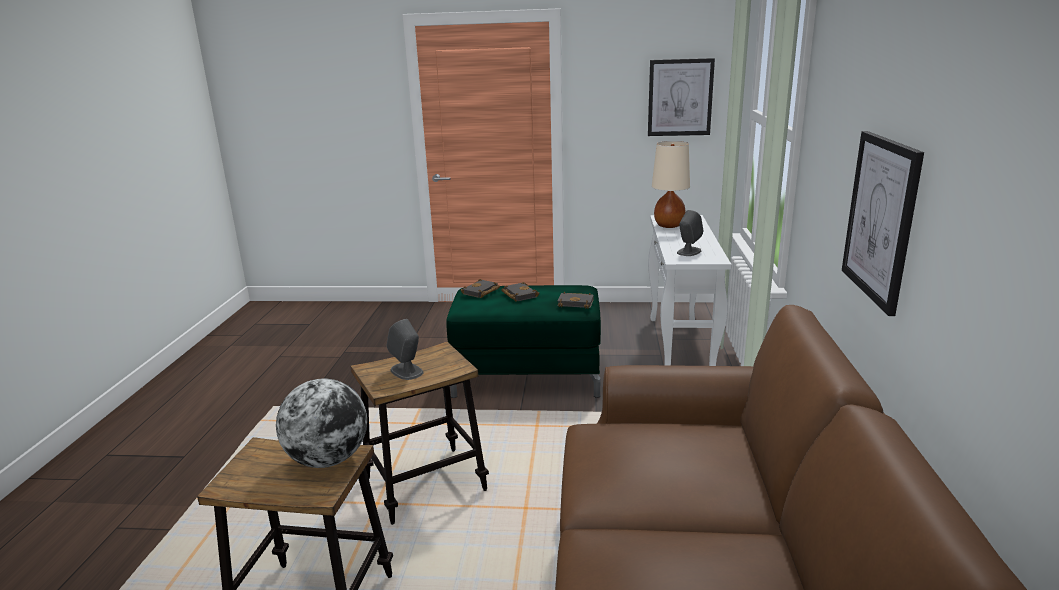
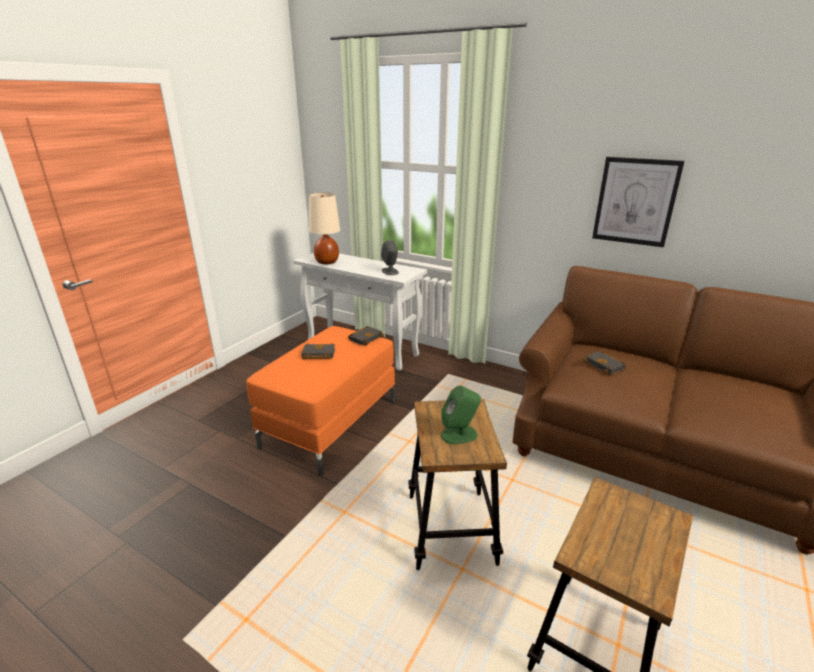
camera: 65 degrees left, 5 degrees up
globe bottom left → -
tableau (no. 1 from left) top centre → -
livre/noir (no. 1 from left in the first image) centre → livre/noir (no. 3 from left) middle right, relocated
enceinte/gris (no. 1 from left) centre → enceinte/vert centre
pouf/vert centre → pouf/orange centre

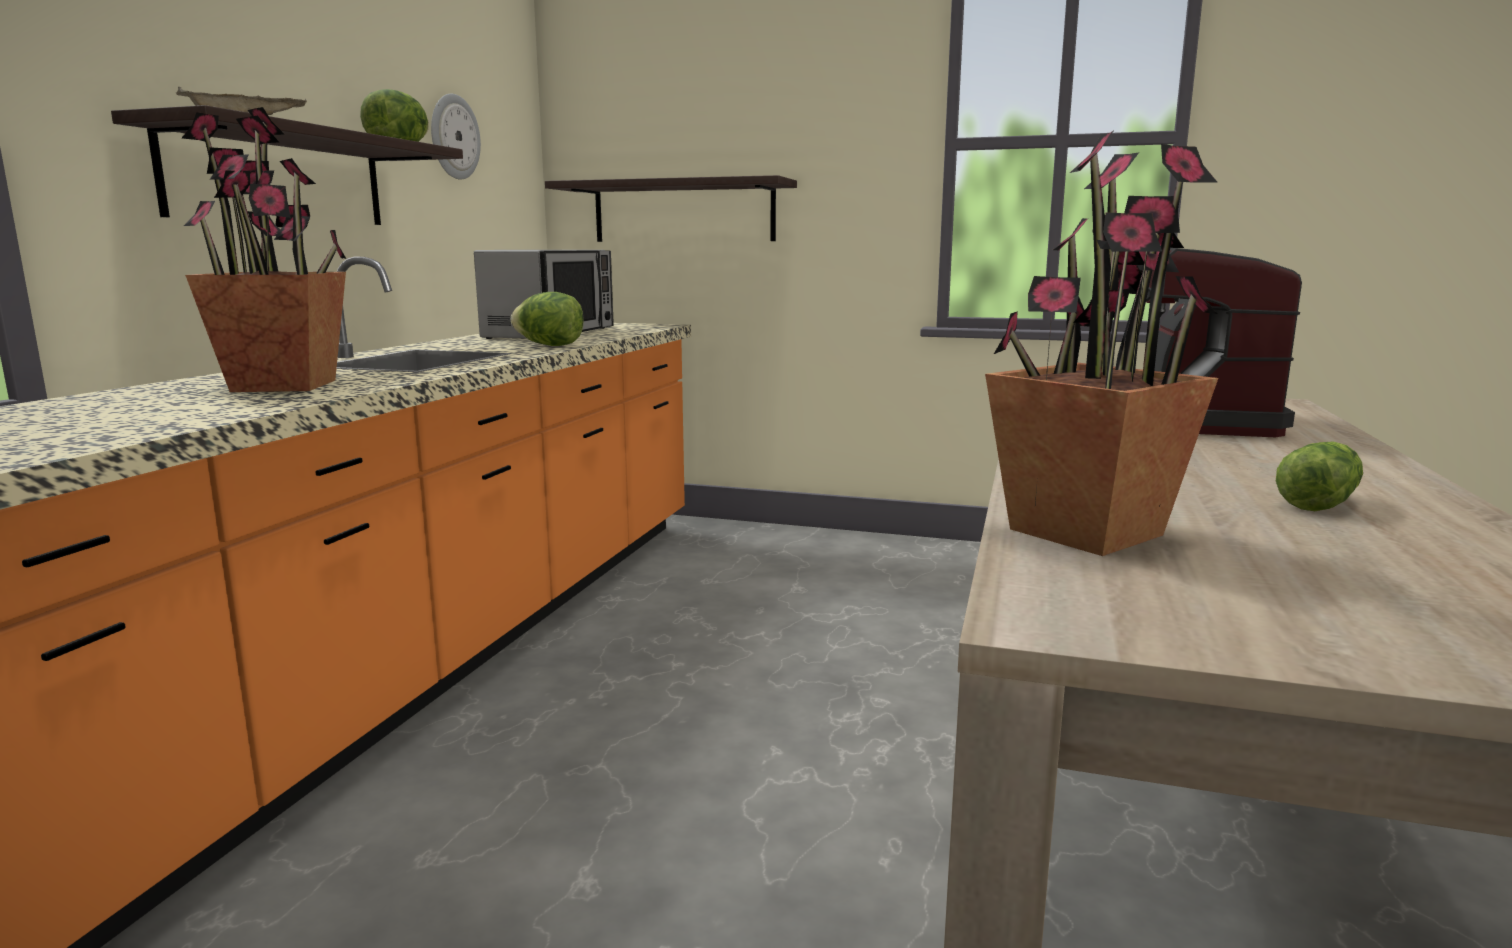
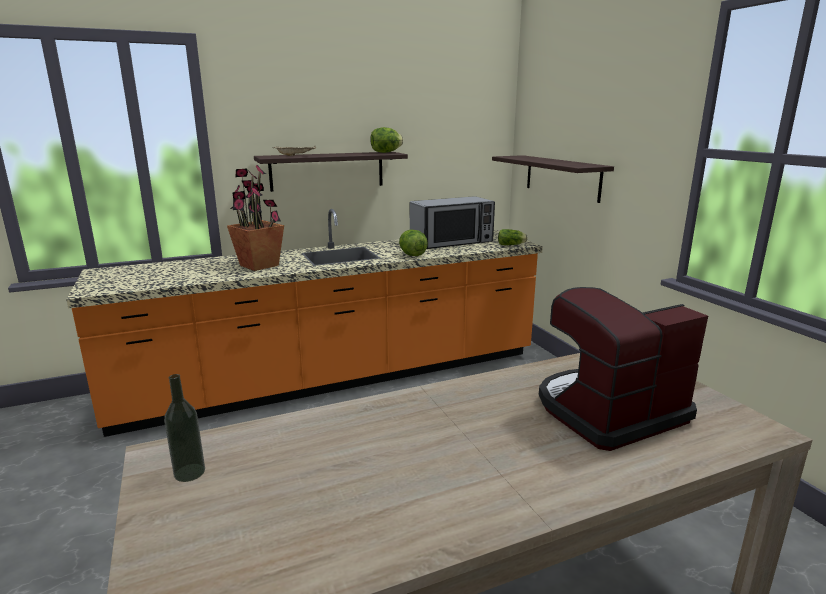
camera: 50 degrees right, 5 degrees up
horloge murale top left → -
plante en pot (no. 2 from left) middle right → -
- → bouteille bottom left
laitue (no. 3 from left) middle right → laitue (no. 3 from left) centre, relocated

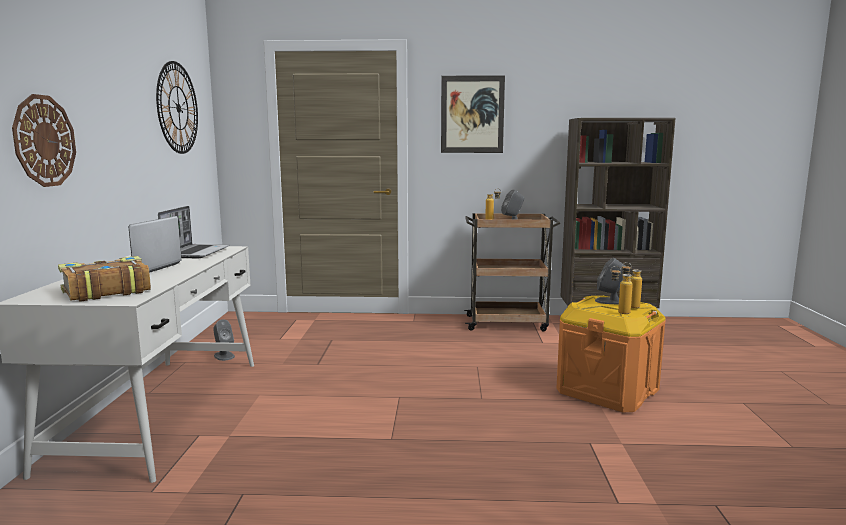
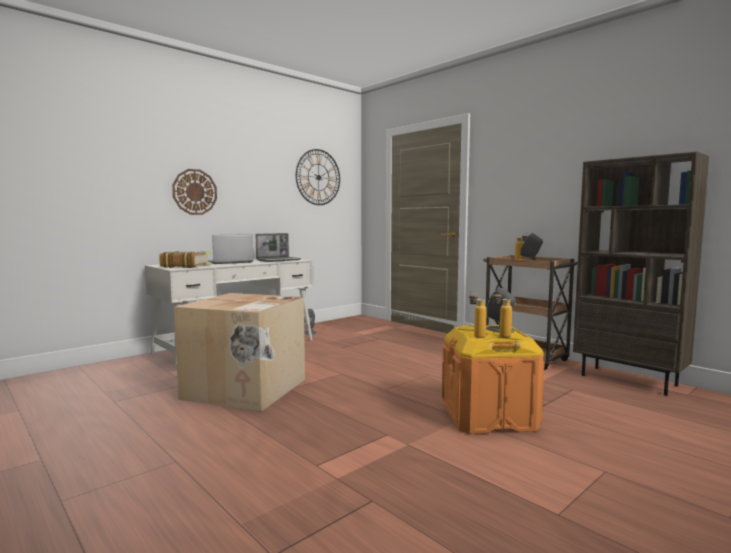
camera: 45 degrees right, 5 degrees down
tableau top centre → -
- → carton middle left

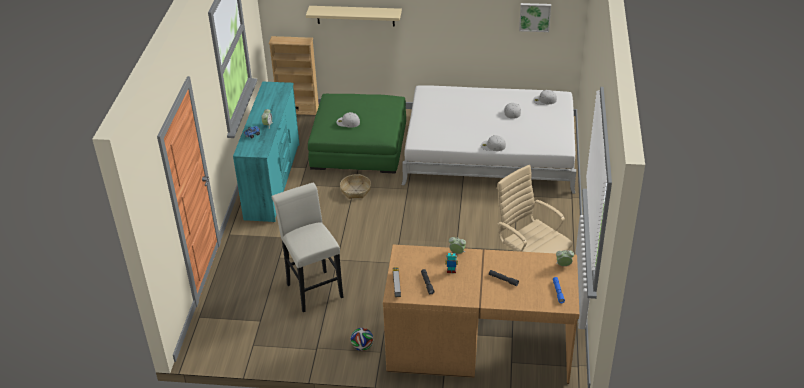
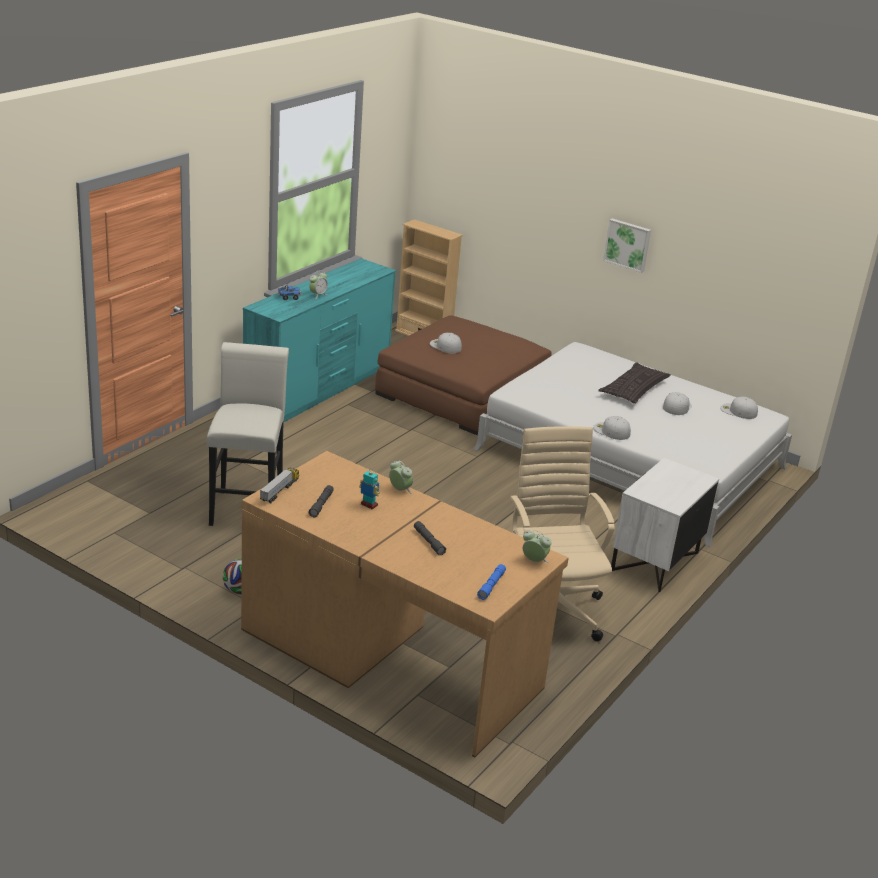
camera: 25 degrees right, 10 degrees down
étagère/beige top centre → -
panier centre → -
- → coussin middle right
- → table de chevet/blanc middle right
tableau top centre → tableau top right, relocated
pouf/vert centre → pouf/marron centre

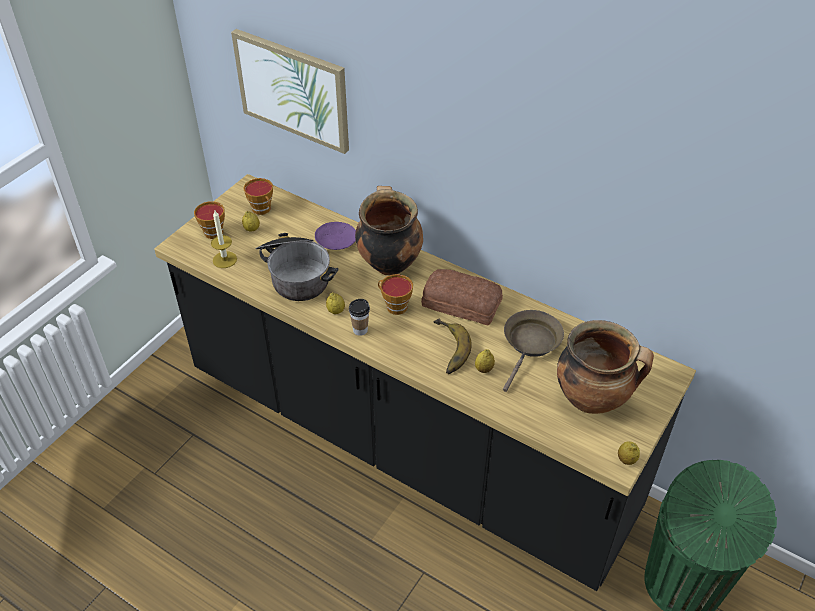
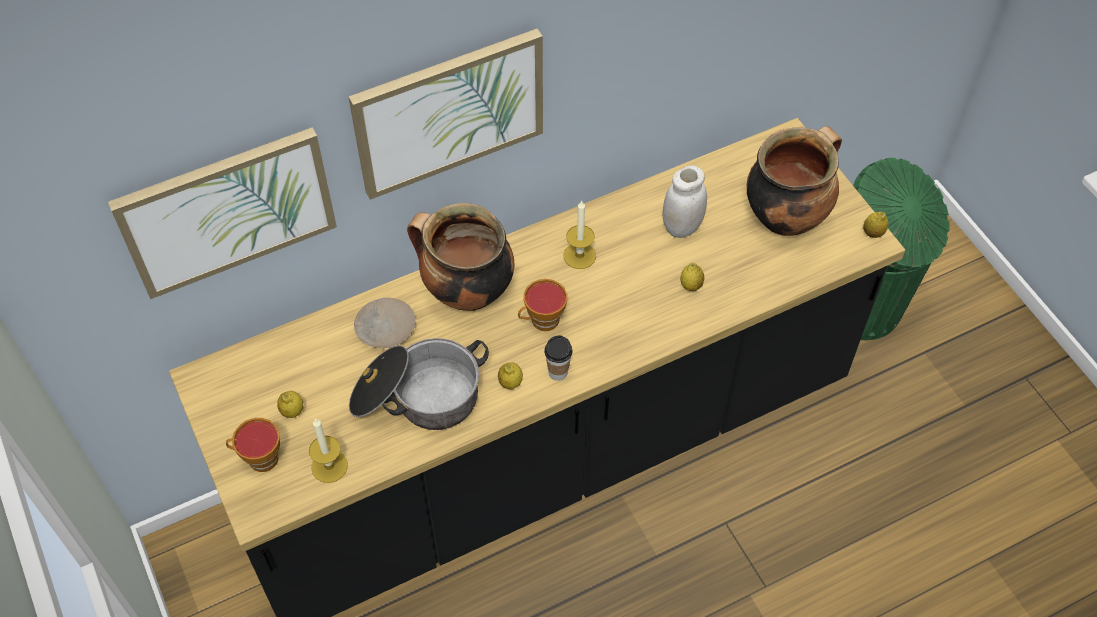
camera: 60 degrees left, 10 degrees up
tasse (no. 2 from left) top left → -
banane centre → -
- → tableau (no. 2 from left) top centre
pain centre → bougie (no. 2 from left) centre
poêle/marron centre → bocal/blanc top centre
assiette/violet centre → assiette/beige centre

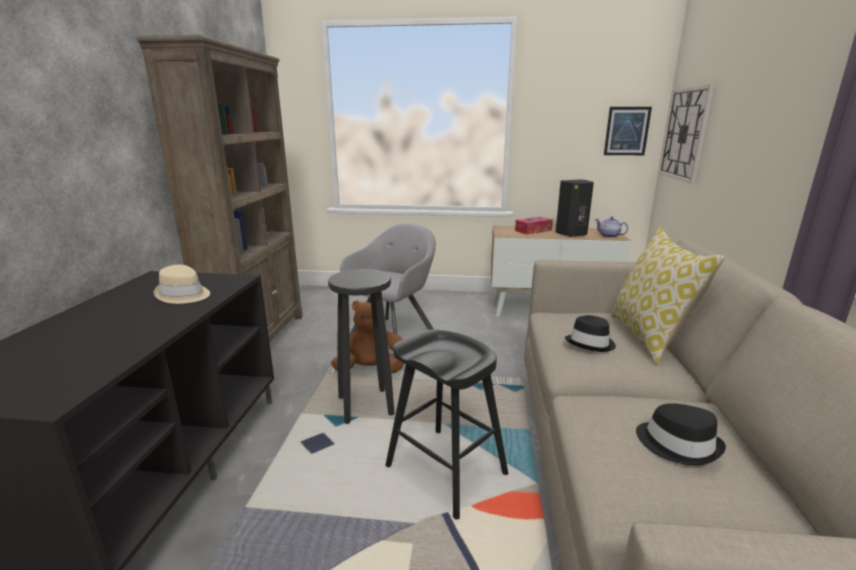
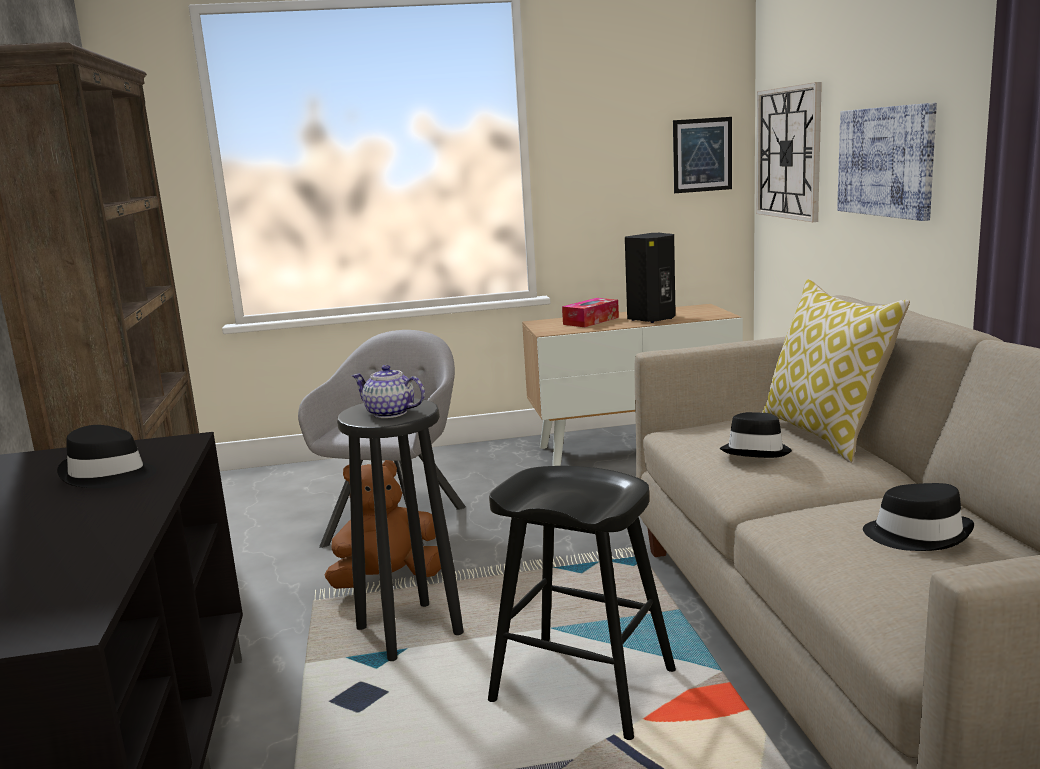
camera: 15 degrees left, 5 degrees down
- → tableau (no. 2 from left) top right
théière middle right → théière centre, relocated
chapeau/beige middle left → chapeau/noir (no. 1 from left) middle left

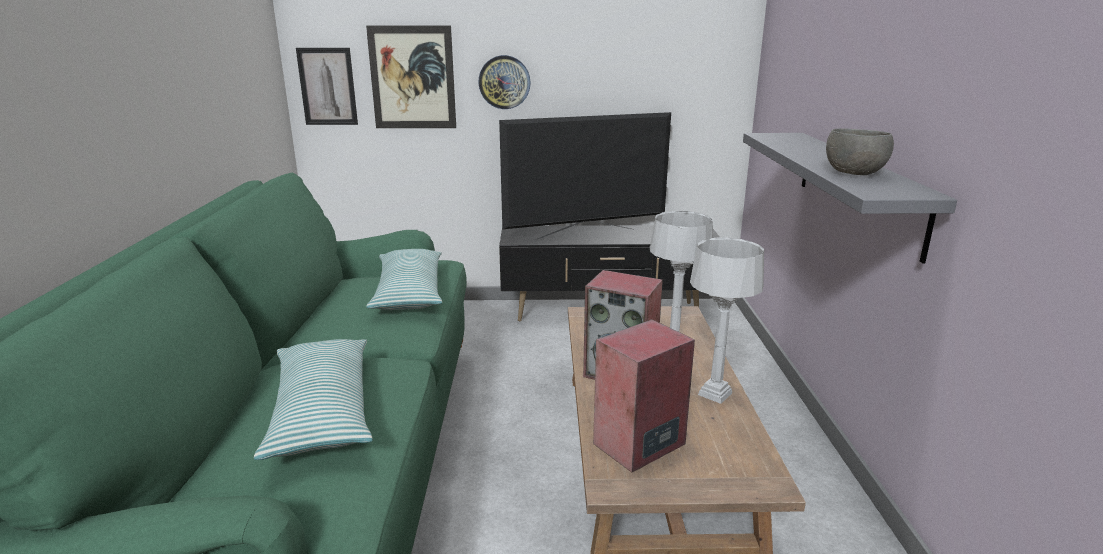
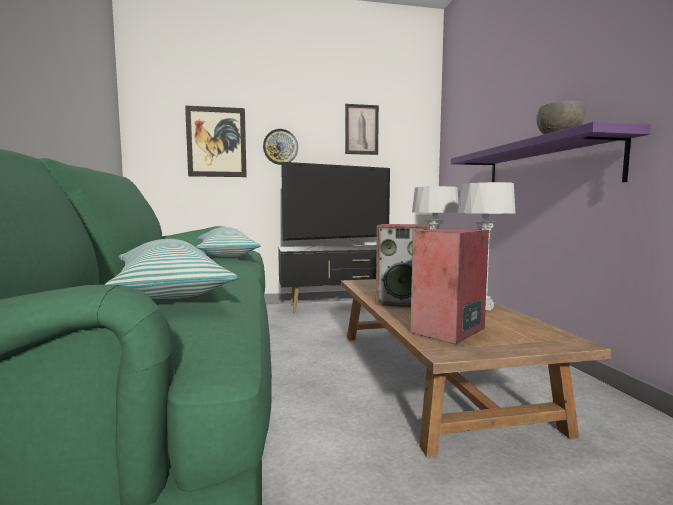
camera: 10 degrees left, 15 degrees down
tableau (no. 1 from left in the first image) top left → tableau (no. 2 from left) top centre, relocated
étagère/gris middle right → étagère/violet top right

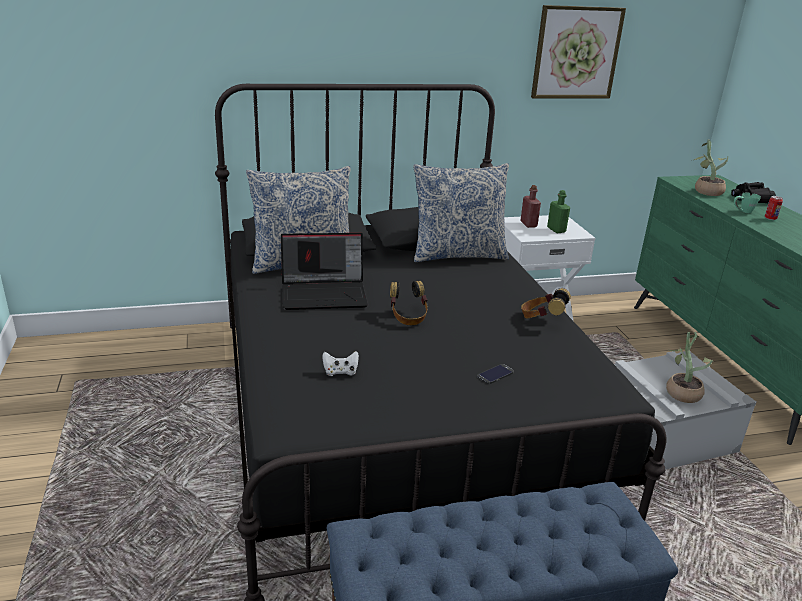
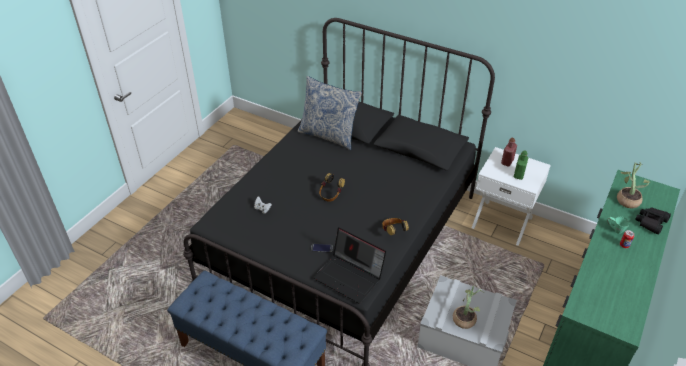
camera: 45 degrees right, 15 degrees up
coussin (no. 2 from left) centre → -
tableau top right → -
ordinateur portable centre → ordinateur portable bottom centre, relocated

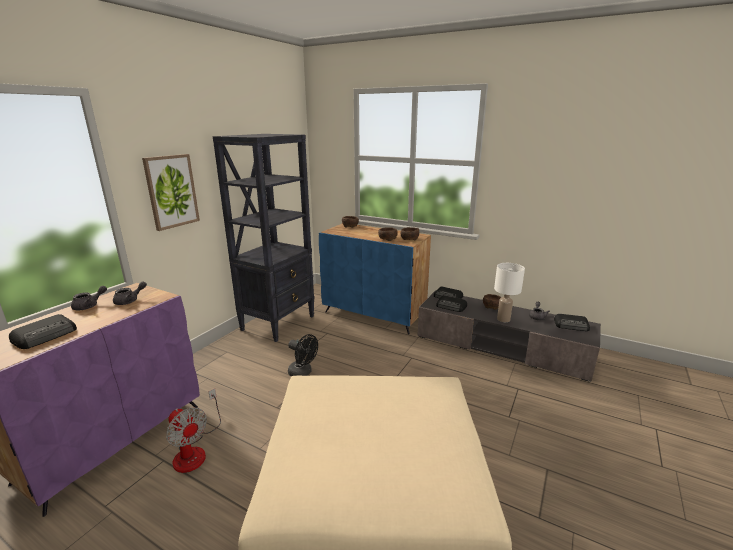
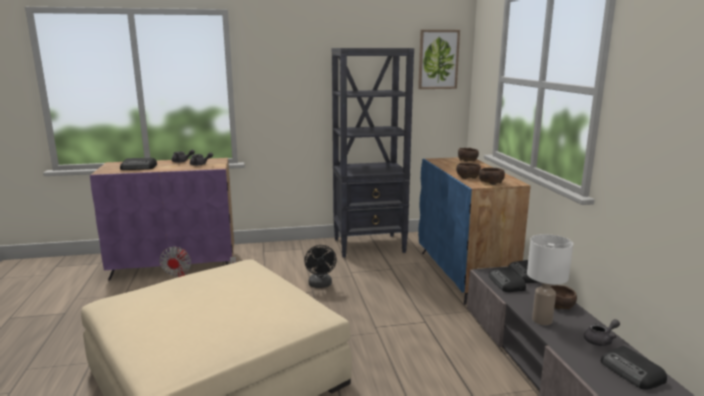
camera: 50 degrees right, 5 degrees down
tableau middle left → tableau top centre, relocated

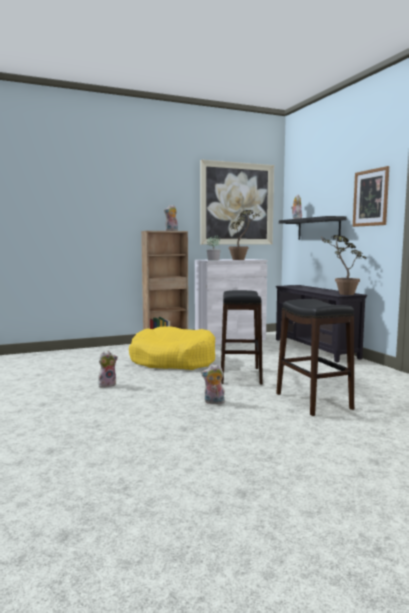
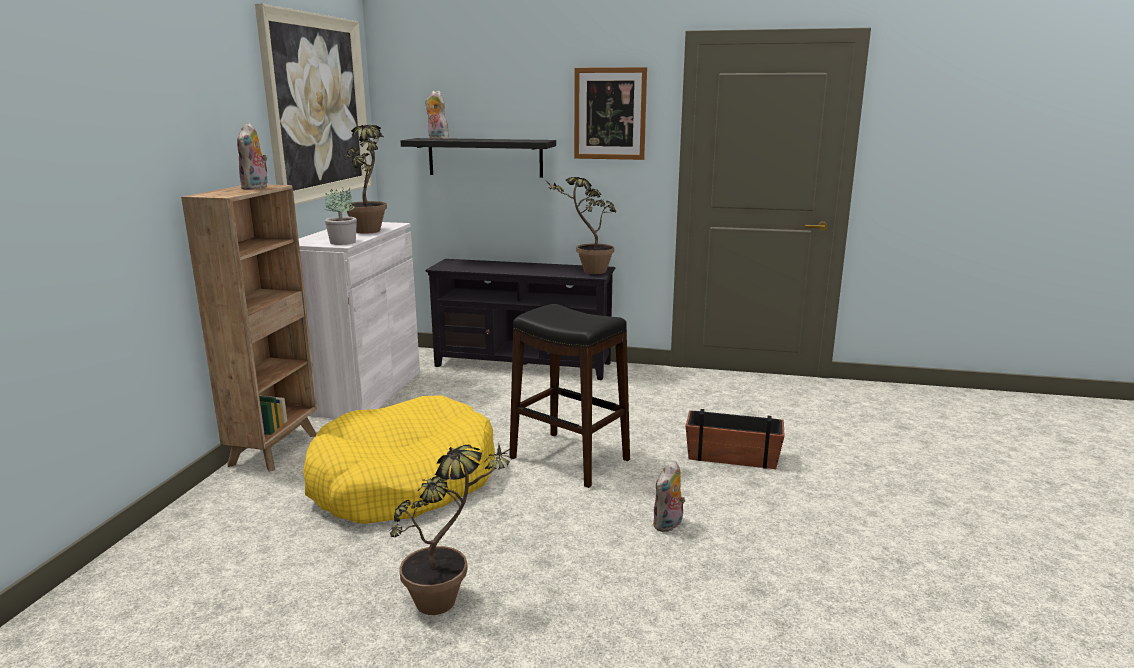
camera: 55 degrees left, 10 degrees up
peluche (no. 1 from left) middle left → plante en pot (no. 3 from left) bottom centre
tabouret/noir (no. 2 from left) middle right → cache-pot centre

